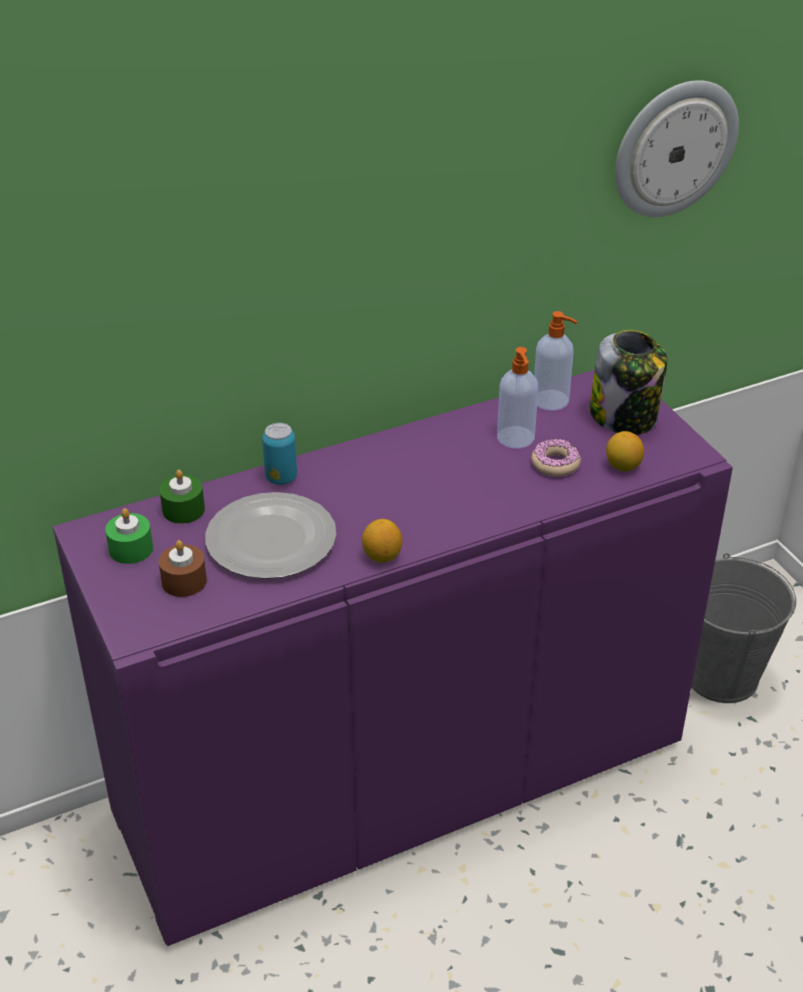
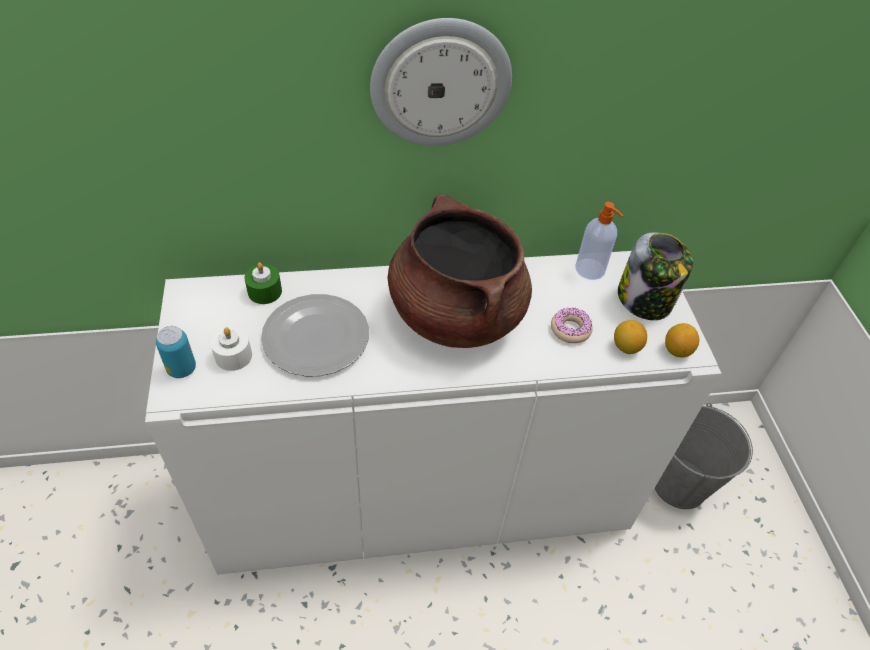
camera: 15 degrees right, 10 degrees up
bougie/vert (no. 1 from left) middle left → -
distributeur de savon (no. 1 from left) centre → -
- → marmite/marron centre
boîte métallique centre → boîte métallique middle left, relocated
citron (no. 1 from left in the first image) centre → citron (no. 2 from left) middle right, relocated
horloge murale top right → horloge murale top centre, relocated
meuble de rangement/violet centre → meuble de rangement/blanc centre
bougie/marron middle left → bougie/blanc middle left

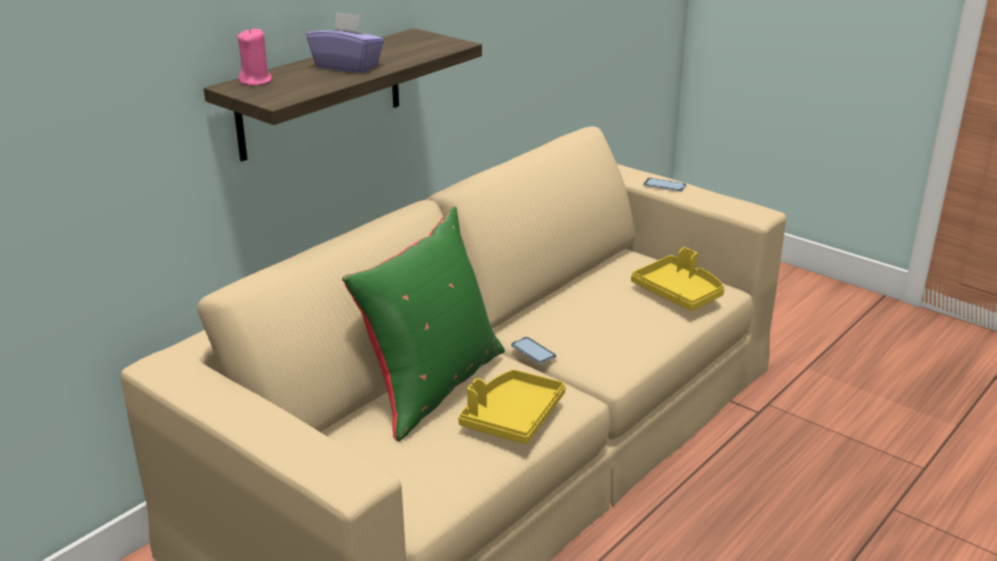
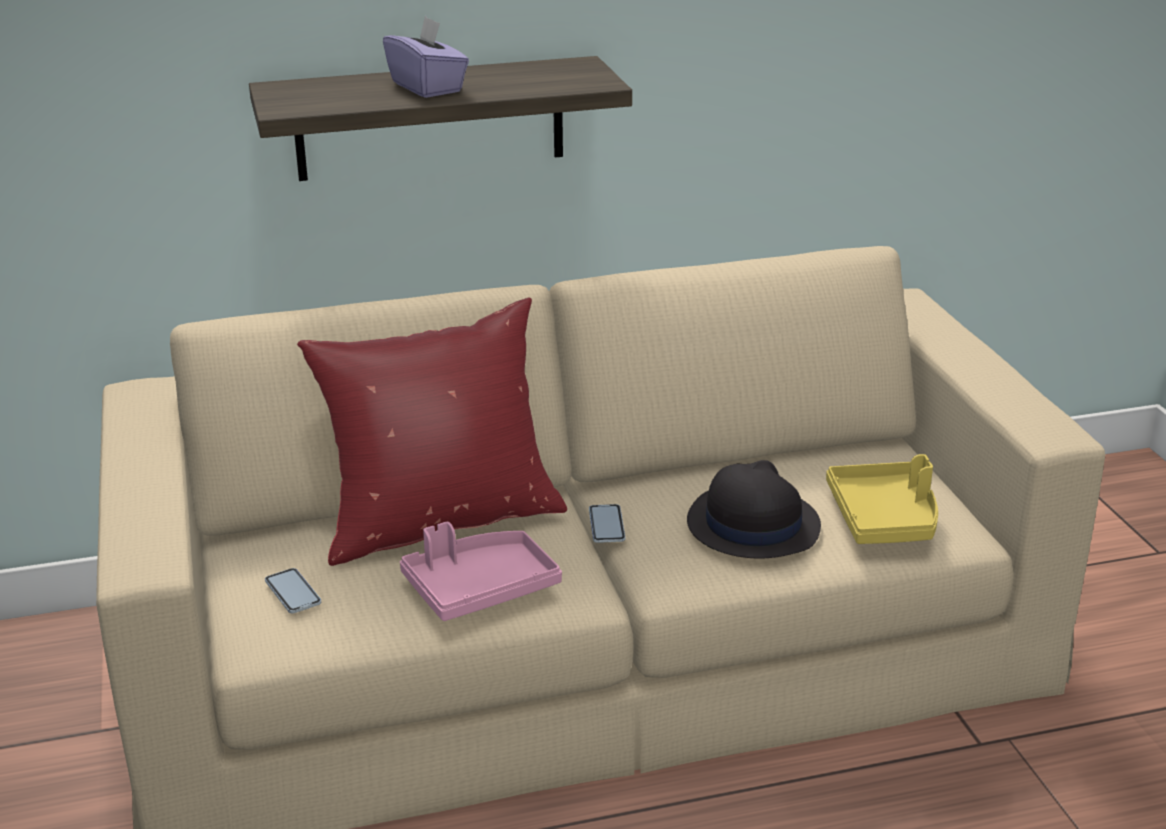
camera: 35 degrees right, 0 degrees up
bougie/rose top left → -
- → chapeau/noir centre
téléphone (no. 2 from left in the first image) top right → téléphone (no. 1 from left) bottom left, relocated
coussin/vert centre → coussin/rouge centre
plateau/jaune (no. 1 from left) bottom centre → plateau/rose bottom centre

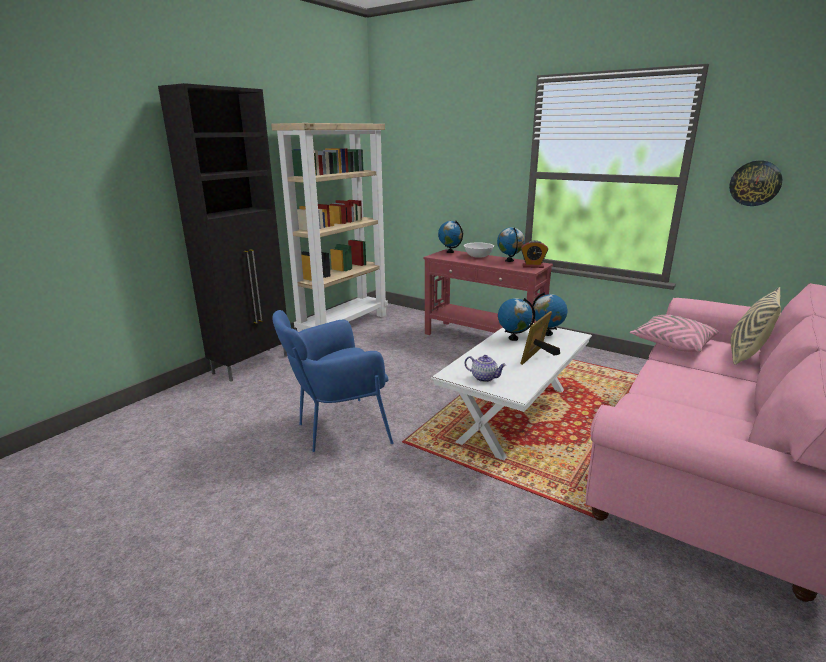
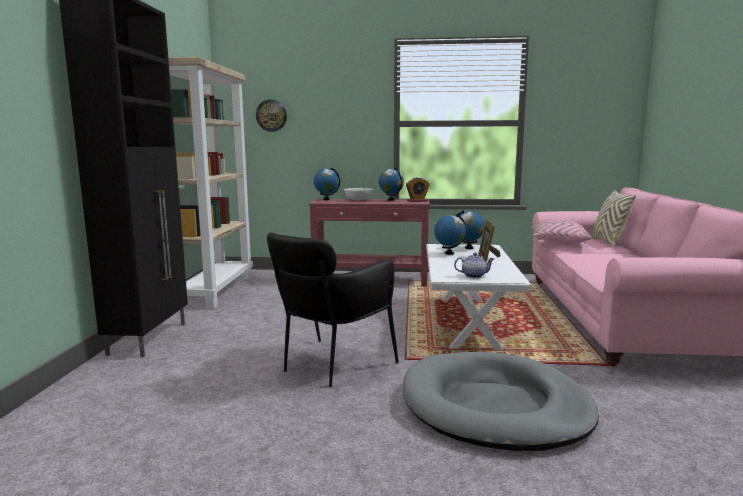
camera: 30 degrees left, 10 degrees down
- → panier pour chien/gris bottom right
horloge murale top right → horloge murale top centre, relocated
fauteuil/bleu centre → fauteuil/noir centre

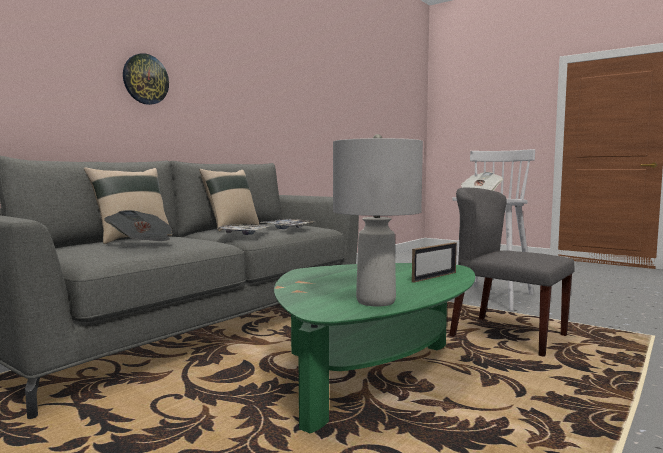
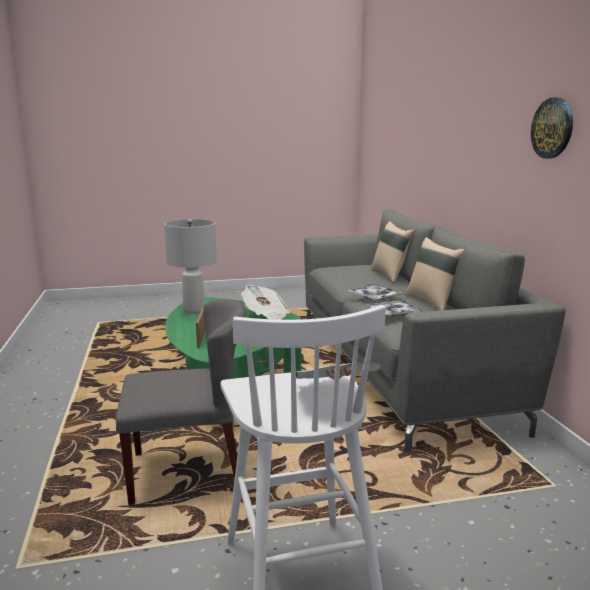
camera: 130 degrees right, 10 degrees up
journal (no. 1 from left) middle left → journal (no. 1 from left) centre, relocated
horloge murale top left → horloge murale top right, relocated

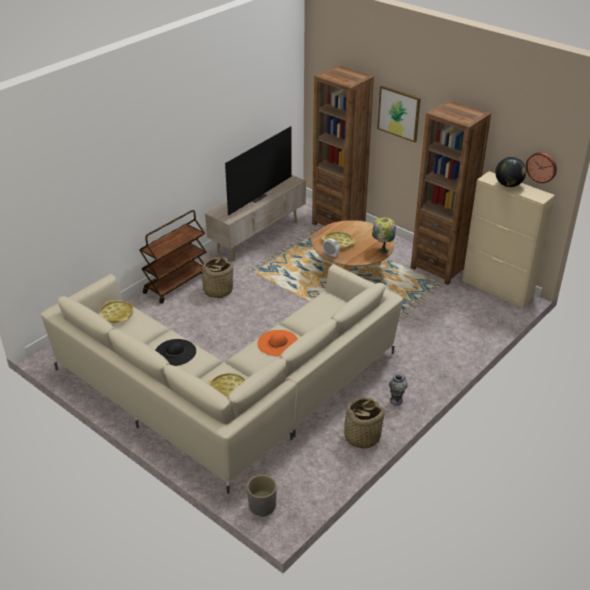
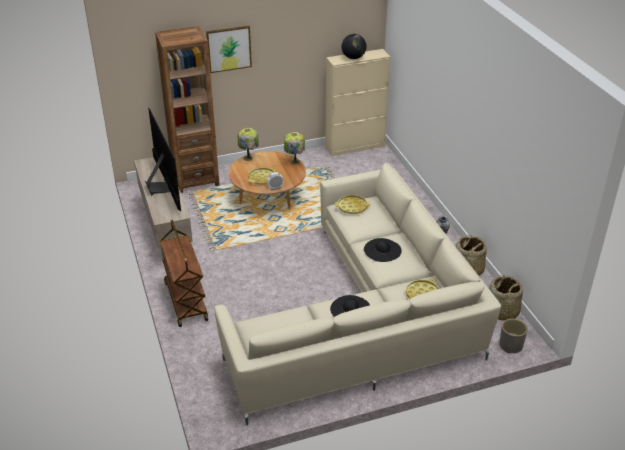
camera: 60 degrees left, 0 degrees up
bibliothèque/marron (no. 2 from left) top right → -
horloge murale top right → -
- → lampe de table (no. 1 from left) top centre
plateau/jaune (no. 1 from left in the first image) middle left → plateau/jaune (no. 2 from left) centre, relocated
panier (no. 1 from left in the first image) centre → panier (no. 2 from left) middle right, relocated
chapeau/orange centre → chapeau/noir (no. 2 from left) centre

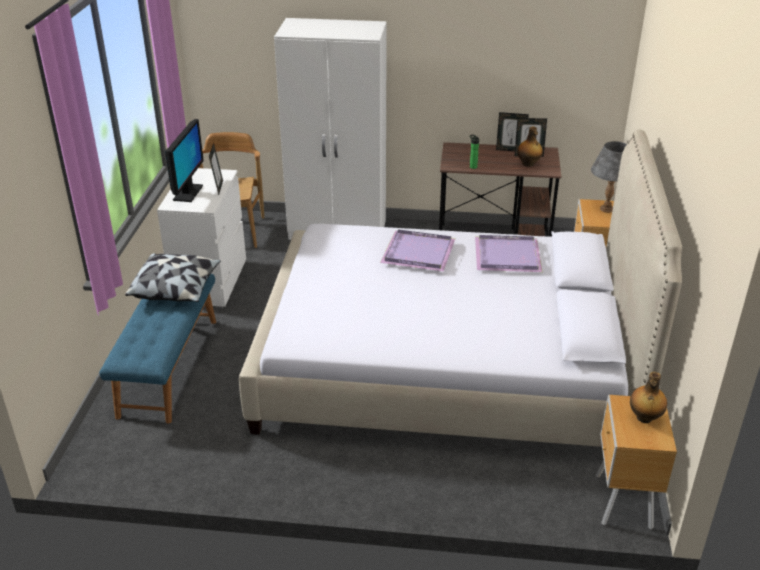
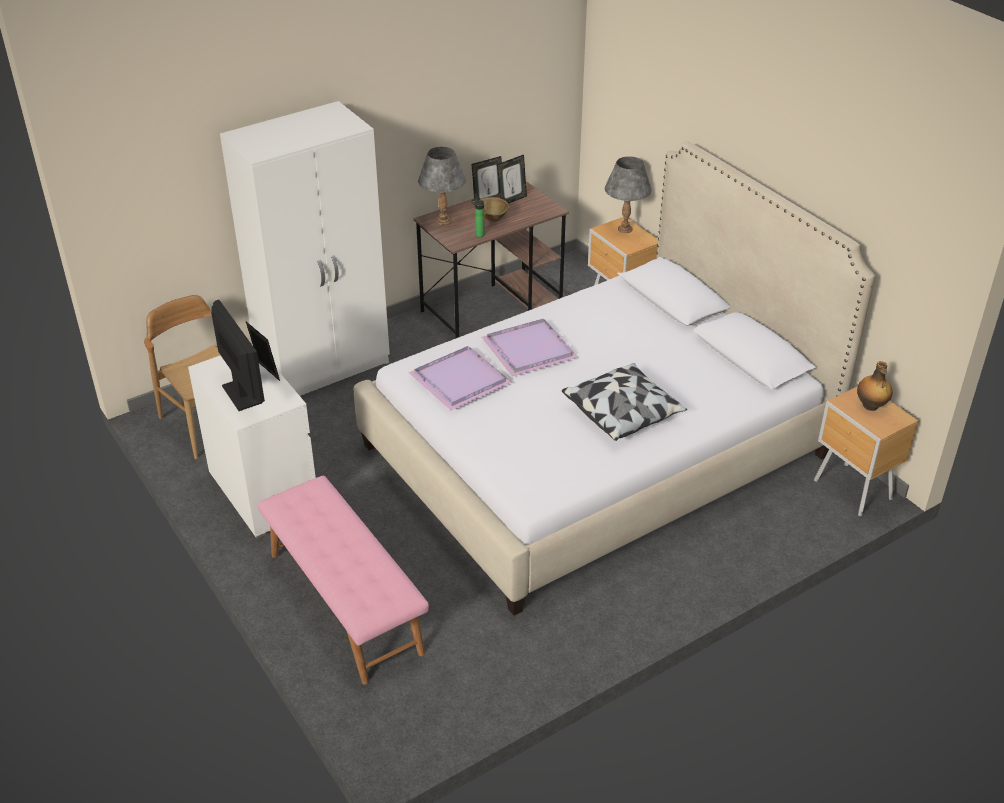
camera: 40 degrees left, 5 degrees up
bouteille (no. 2 from left) top right → -
- → lampe de table/gris (no. 1 from left) top centre
- → bol/marron top centre
coussin middle left → coussin centre, relocated
plateau/violet (no. 2 from left in the first image) middle right → plateau/violet (no. 1 from left) centre, relocated
banc/bleu middle left → banc/rose bottom centre

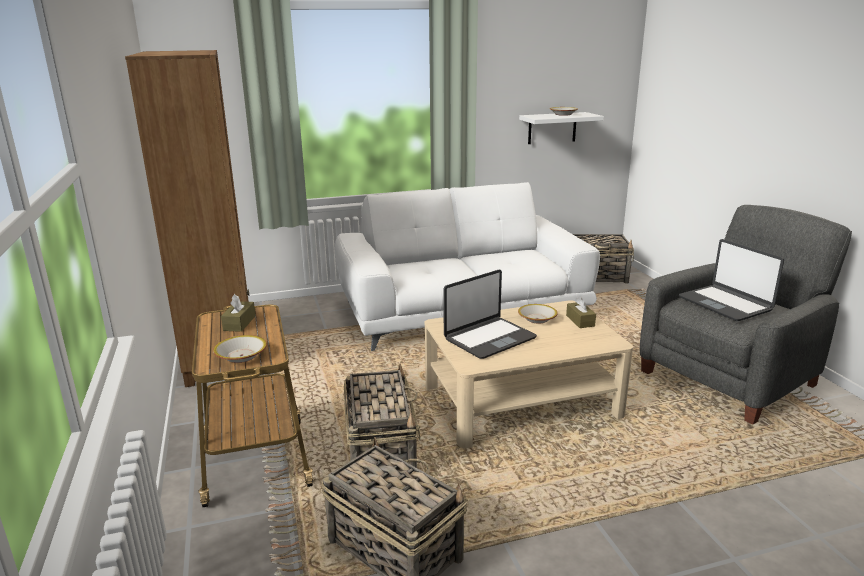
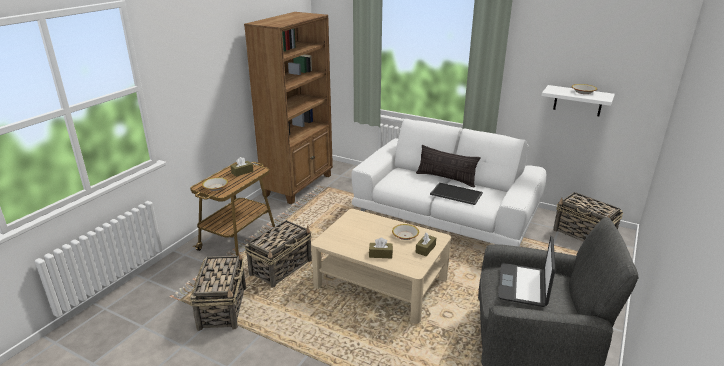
camera: 45 degrees right, 5 degrees up
ordinateur portable (no. 1 from left) centre → -
- → boîte à mouchoirs/marron (no. 2 from left) bottom centre
- → coussin centre
- → plateau centre

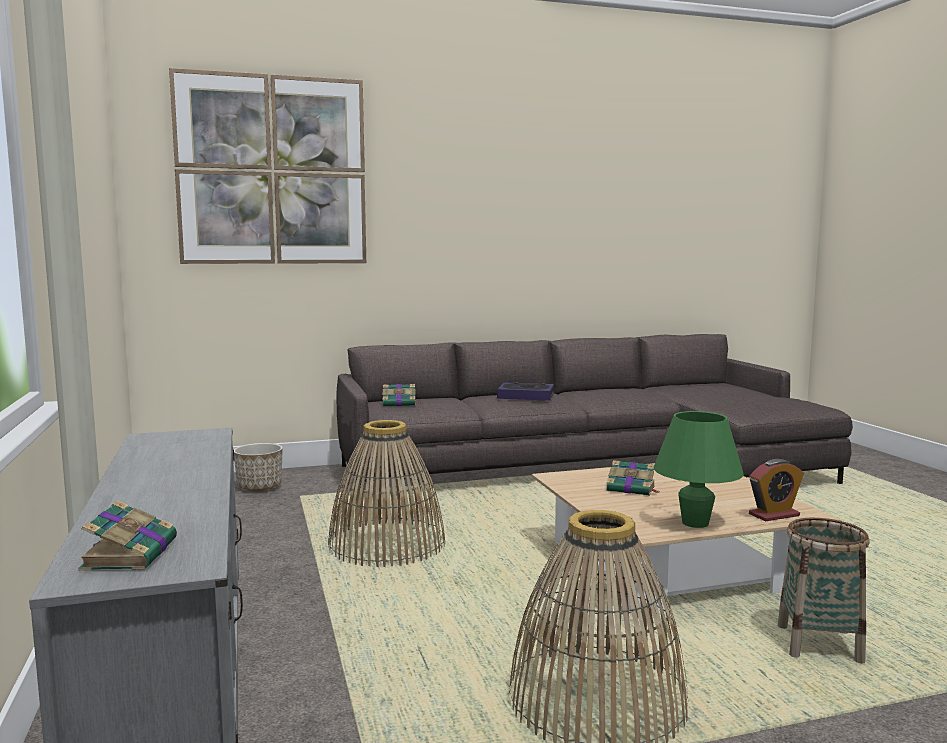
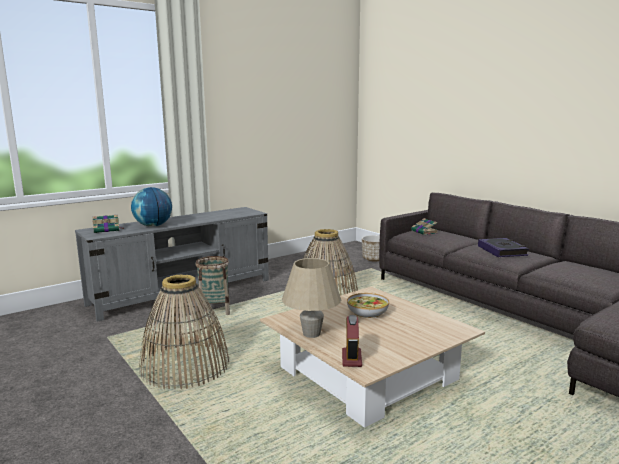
camera: 70 degrees right, 5 degrees up
tableau top left → -
- → globe middle left
panier (no. 3 from left in the first image) bottom right → panier (no. 2 from left) centre, relocated
livre (no. 4 from left) middle right → bol centre
lampe de table/vert middle right → lampe de table/beige centre
réveil middle right → réveil bottom centre, 135 degrees counterclockwise

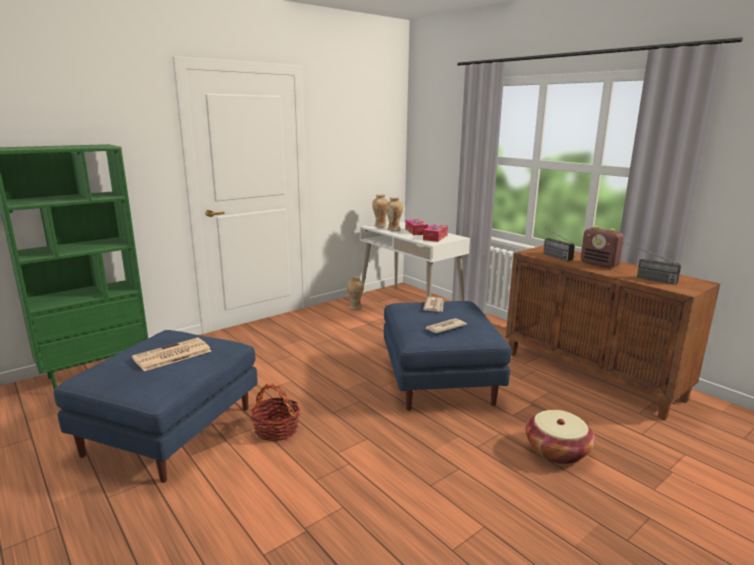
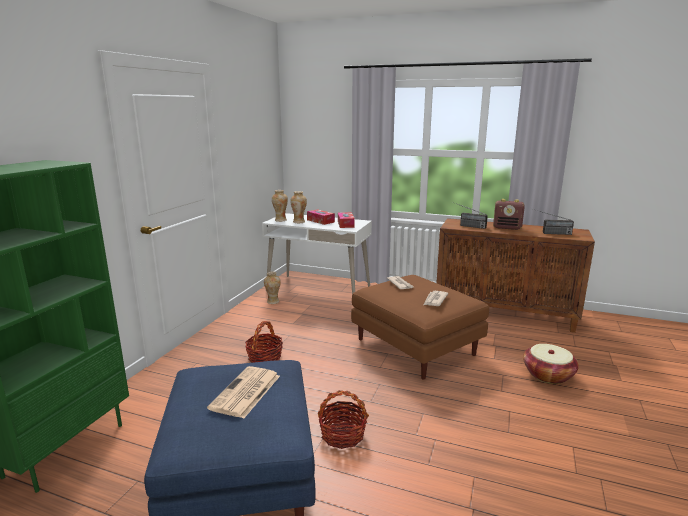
camera: 30 degrees left, 0 degrees up
- → panier (no. 1 from left) centre
pouf/bleu (no. 2 from left) centre → pouf/marron centre

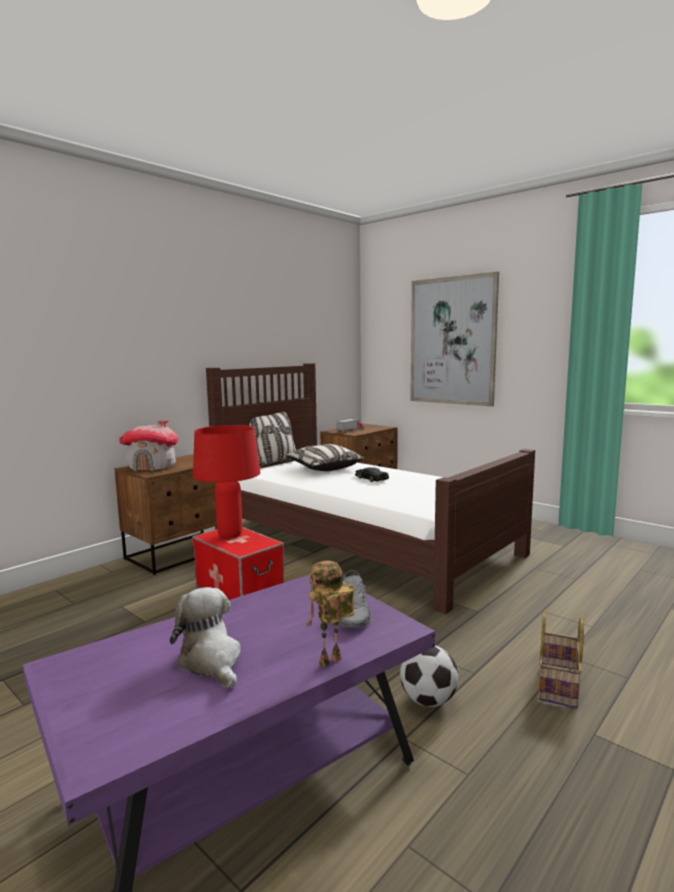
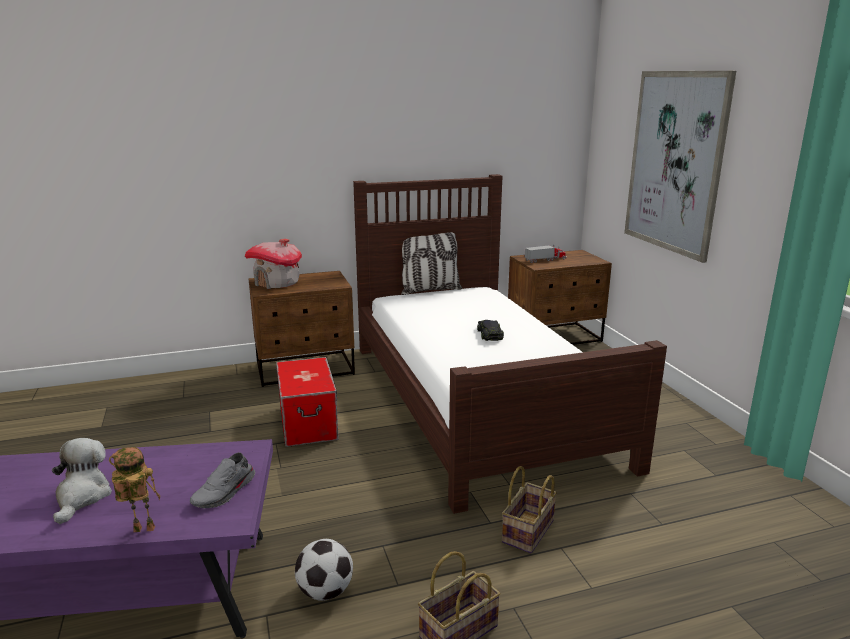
camera: 30 degrees right, 10 degrees up
lampe de table/rouge centre → -
coussin (no. 2 from left) centre → -
- → panier (no. 2 from left) bottom centre

